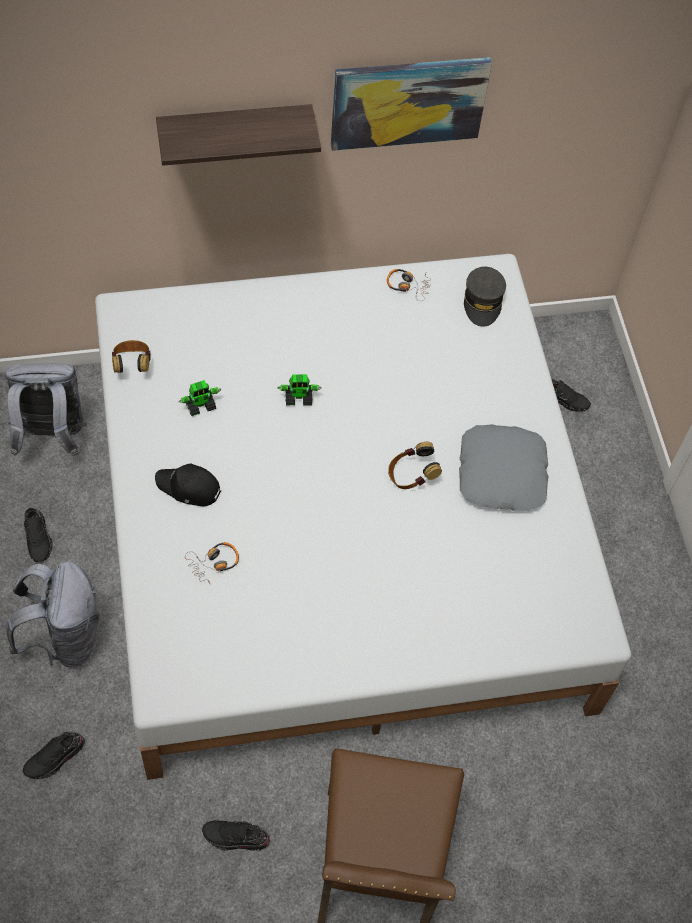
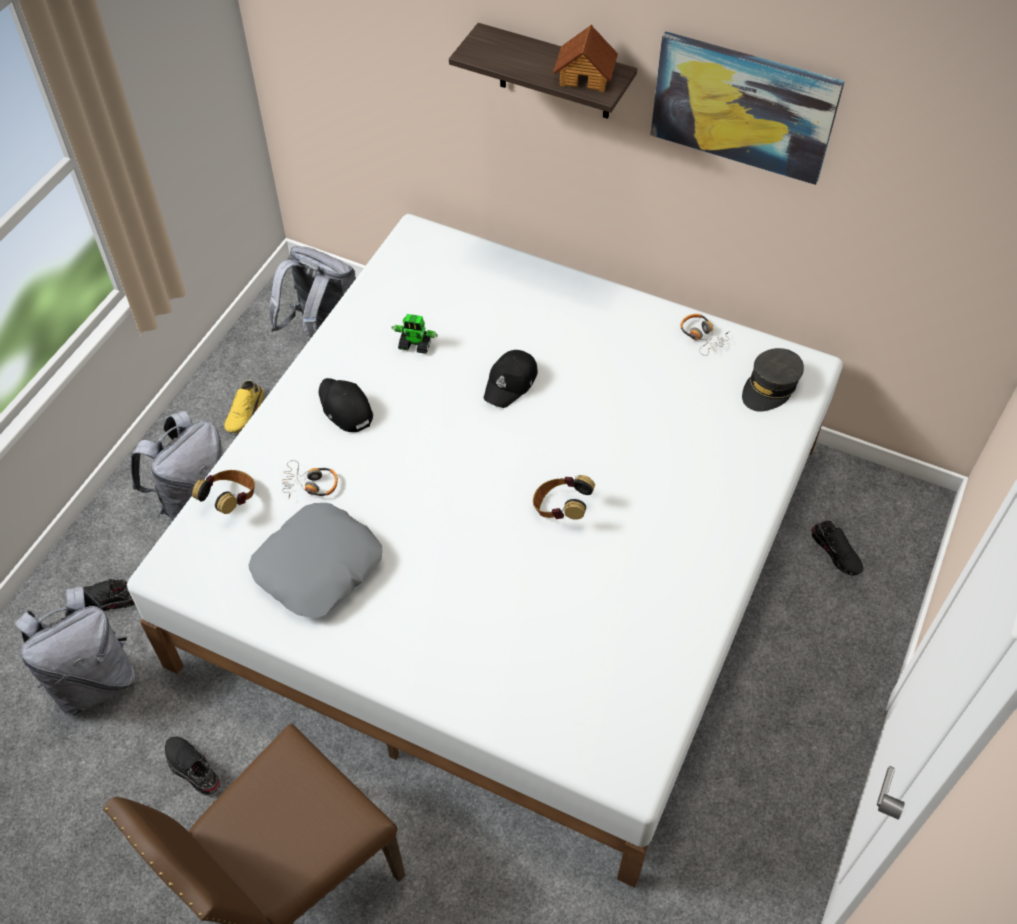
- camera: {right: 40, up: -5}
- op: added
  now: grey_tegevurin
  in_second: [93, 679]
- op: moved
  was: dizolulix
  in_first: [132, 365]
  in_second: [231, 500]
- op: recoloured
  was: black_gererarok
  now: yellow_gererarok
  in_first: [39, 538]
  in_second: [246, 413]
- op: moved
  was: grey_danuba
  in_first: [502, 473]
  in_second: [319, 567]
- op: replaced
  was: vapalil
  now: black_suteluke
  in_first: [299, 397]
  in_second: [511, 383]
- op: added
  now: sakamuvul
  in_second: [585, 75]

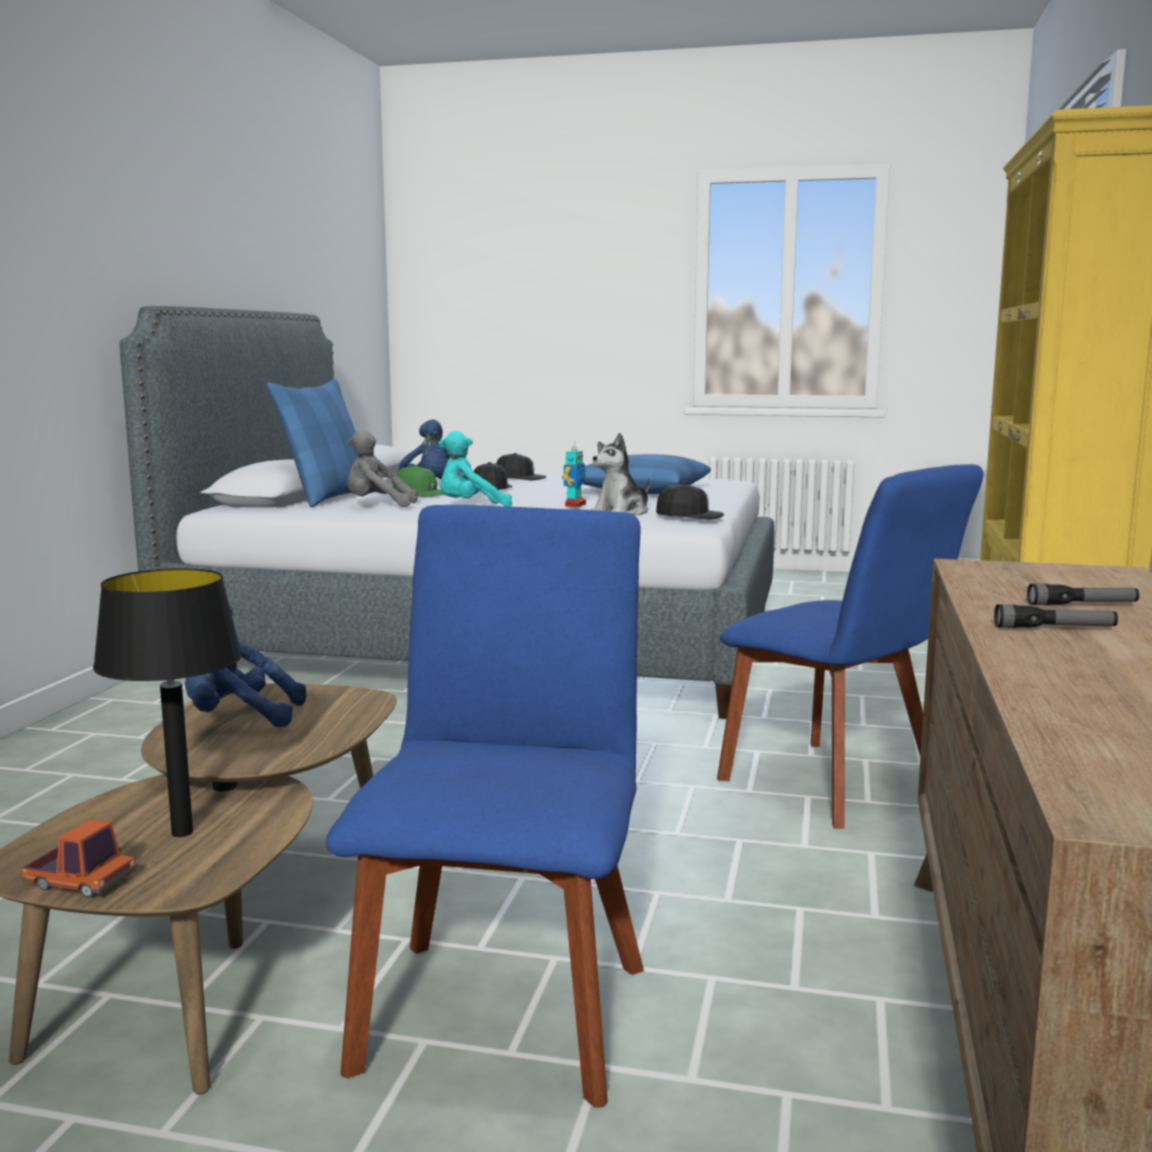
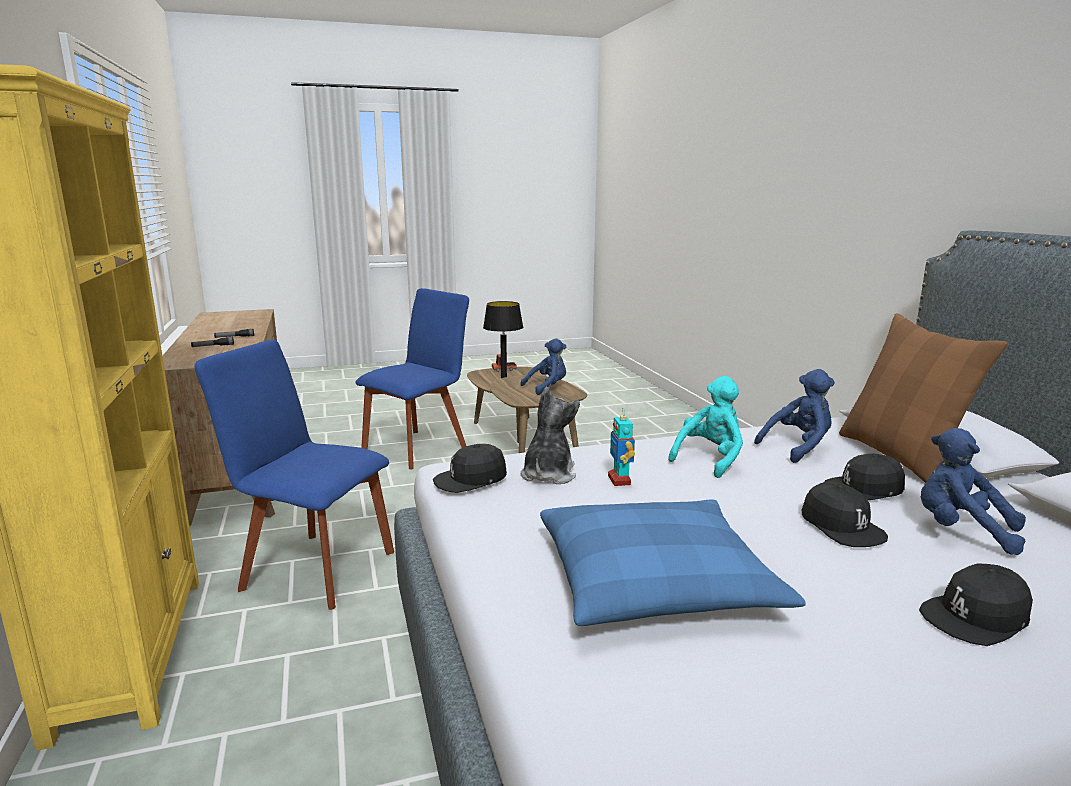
- camera: {right: 150, up: 5}
- op: turned
  was: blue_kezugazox
  in_first: [504, 1007]
  in_second: [418, 448]
  clockwise: -120
- op: recoloured
  was: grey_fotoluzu
  now: blue_fotoluzu
  in_first: [377, 506]
  in_second: [798, 448]
- op: recoloured
  was: green_suteluke
  now: black_suteluke
  in_first: [420, 493]
  in_second: [864, 489]
- op: recoloured
  was: blue_danuba
  now: brown_danuba
  in_first: [329, 498]
  in_second: [900, 457]

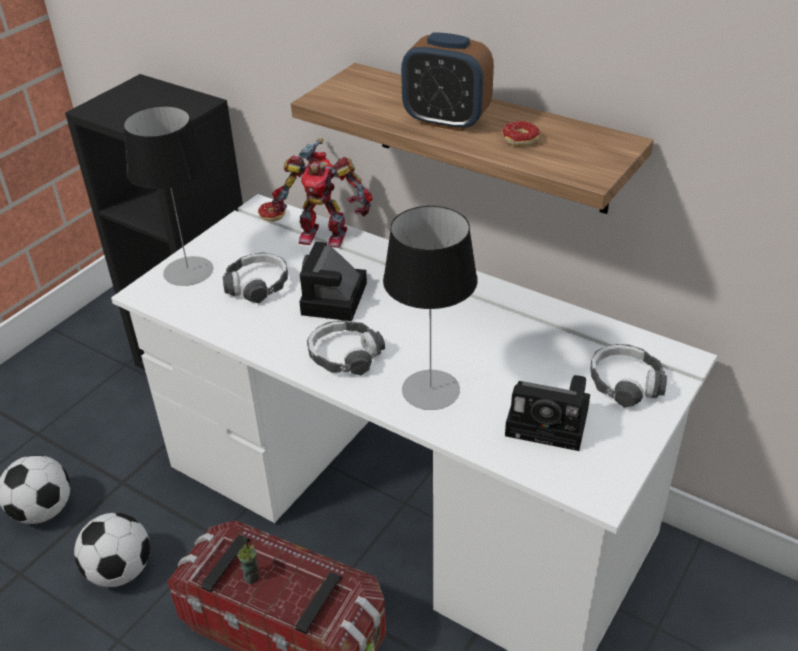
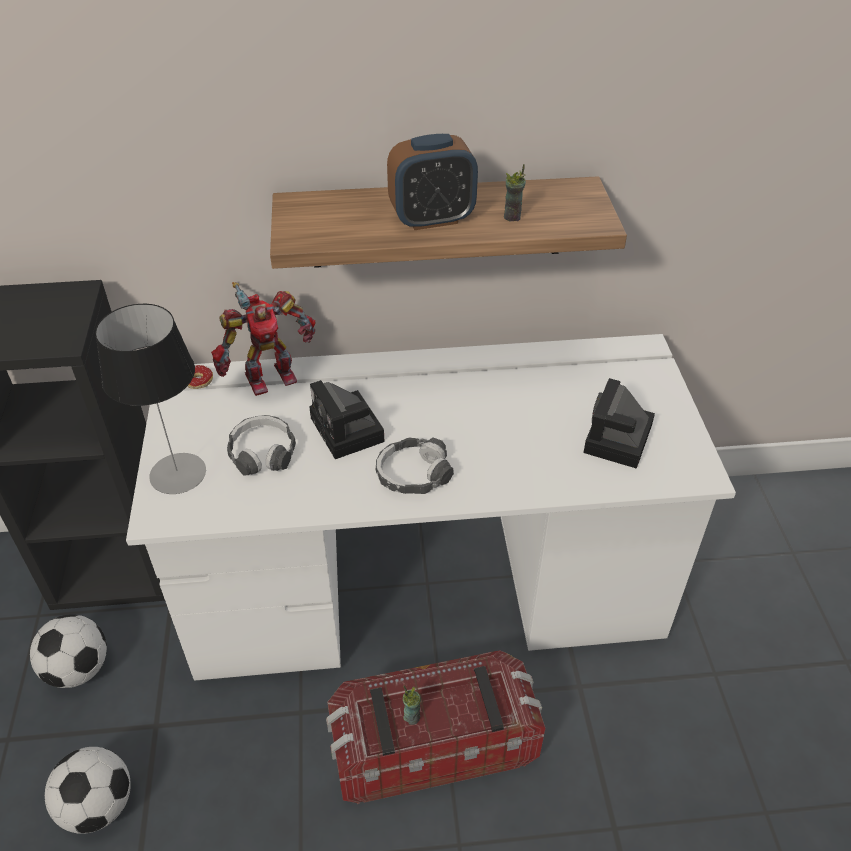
- camera: {right: -40, up: 5}
- op: moved
  was: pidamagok
  in_first: [120, 571]
  in_second: [78, 669]
- op: replaced
  was: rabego
  now: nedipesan
  in_first: [517, 143]
  in_second: [512, 217]
- op: turned
  was: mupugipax
  in_first: [551, 422]
  in_second: [618, 441]
  clockwise: 135
- op: removed
  was: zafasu
  in_first: [430, 390]
- op: removed
  was: dizolulix
  in_first: [625, 383]

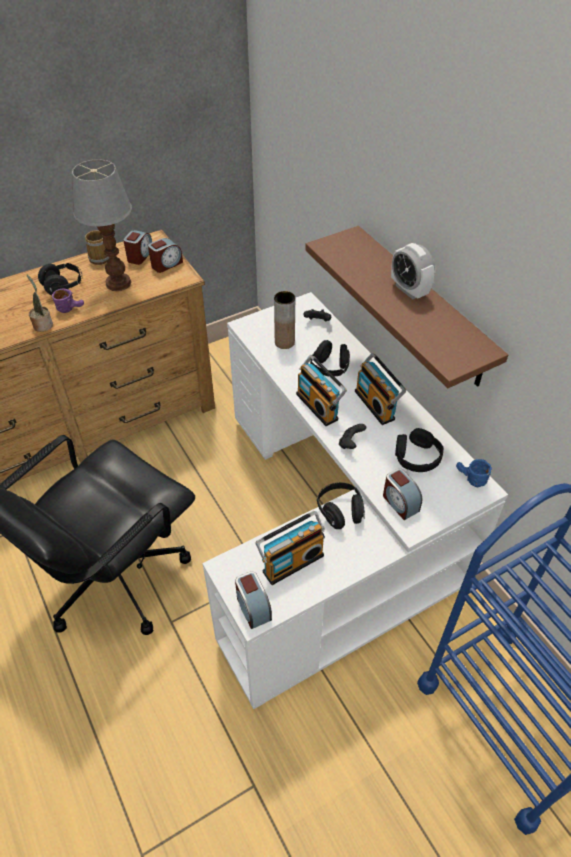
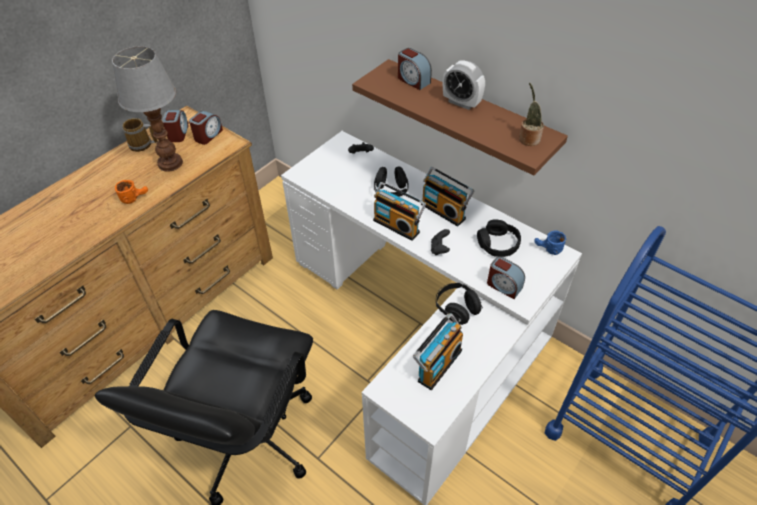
- camera: {right: -20, up: 0}
- op: recoloured
  was: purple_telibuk
  now: orange_telibuk
  in_first: [71, 308]
  in_second: [135, 197]
- op: moved
  was: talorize
  in_first: [253, 607]
  in_second: [413, 80]
- op: moved
  was: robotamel
  in_first: [43, 324]
  in_second: [528, 138]
- op: removed
  was: black_dizolulix
  in_first: [64, 287]
- op: removed
  was: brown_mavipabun
  in_first: [284, 342]

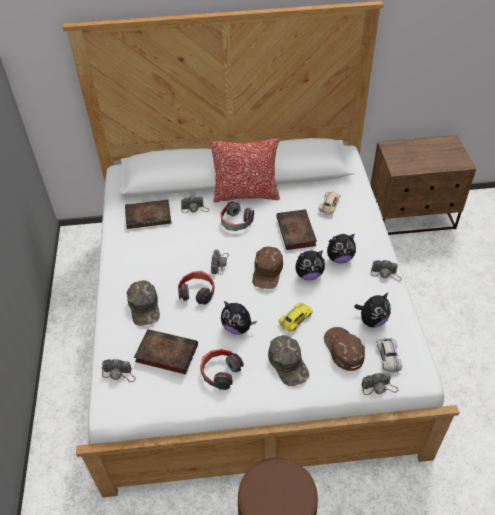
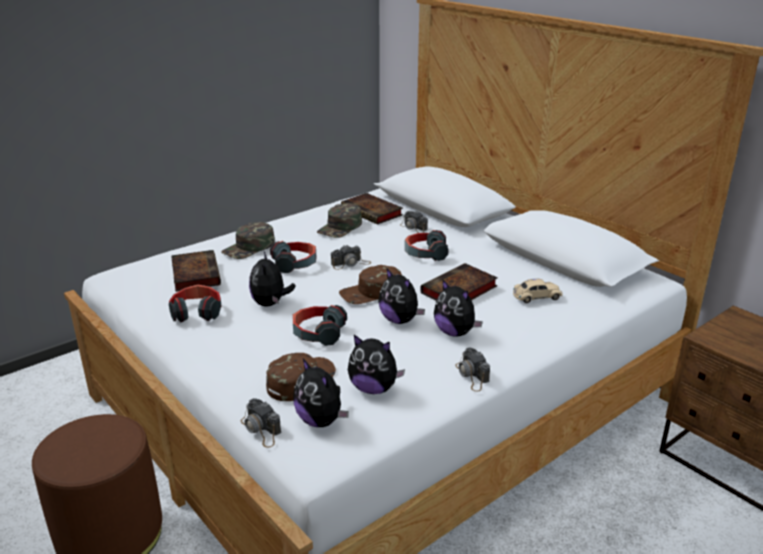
- camera: {right: 55, up: -20}
- op: replaced
  was: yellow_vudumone
  now: dizolulix
  in_first: [295, 319]
  in_second: [318, 333]
- op: replaced
  was: white_vudumone
  now: fotoluzu
  in_first: [388, 357]
  in_second: [321, 420]
- op: moved
  was: green_suteluke
  in_first: [288, 363]
  in_second: [340, 227]
- op: removed
  was: mupugipax
  in_first: [119, 374]
- op: removed
  was: danuba
  in_first: [246, 194]

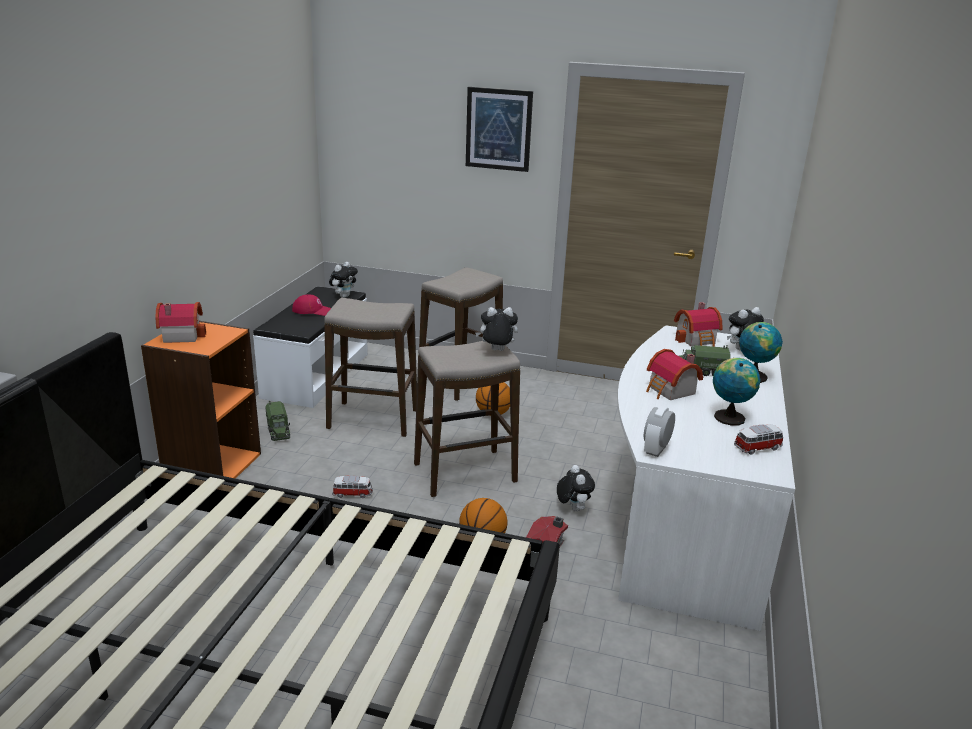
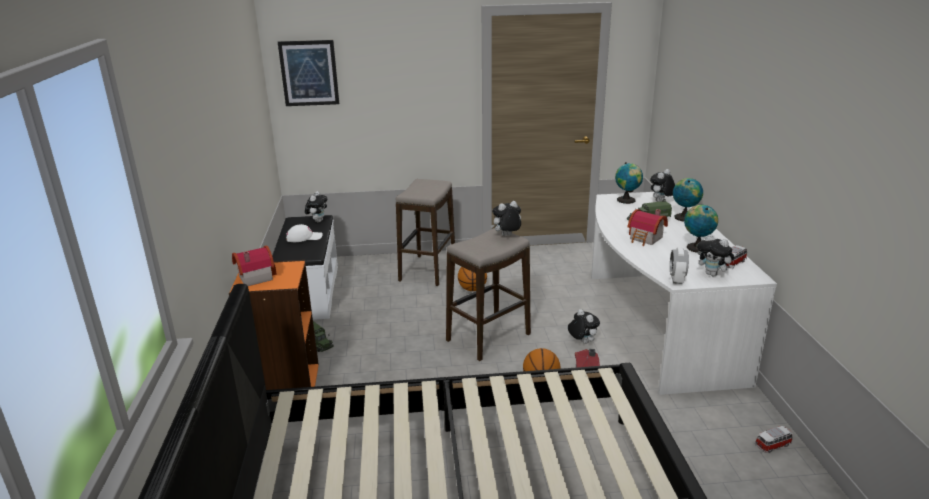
- camera: {right: -20, up: 0}
- op: moved
  was: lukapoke
  in_first: [498, 129]
  in_second: [309, 73]
- op: recoloured
  was: red_suteluke
  now: white_suteluke
  in_first: [313, 311]
  in_second: [304, 237]
- op: replaced
  was: sakamuvul
  now: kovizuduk
  in_first: [697, 340]
  in_second: [627, 200]
- op: added
  now: fotoluzu
  in_second: [713, 274]
- op: moved
  was: vudumone
  in_first: [353, 494]
  in_second: [773, 445]
- op: removed
  was: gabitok
  in_first: [373, 419]

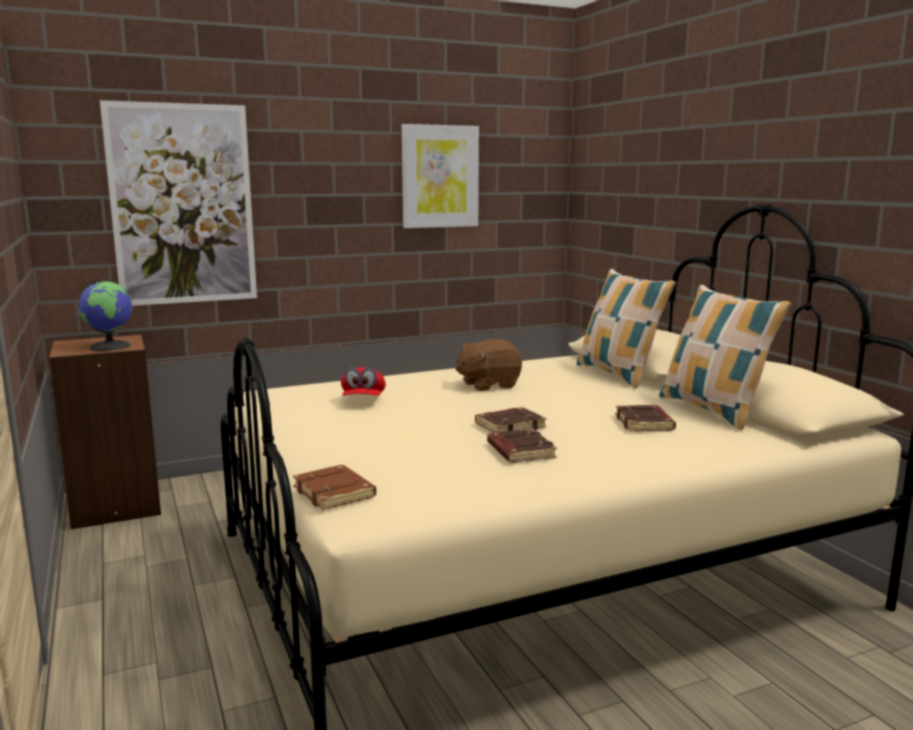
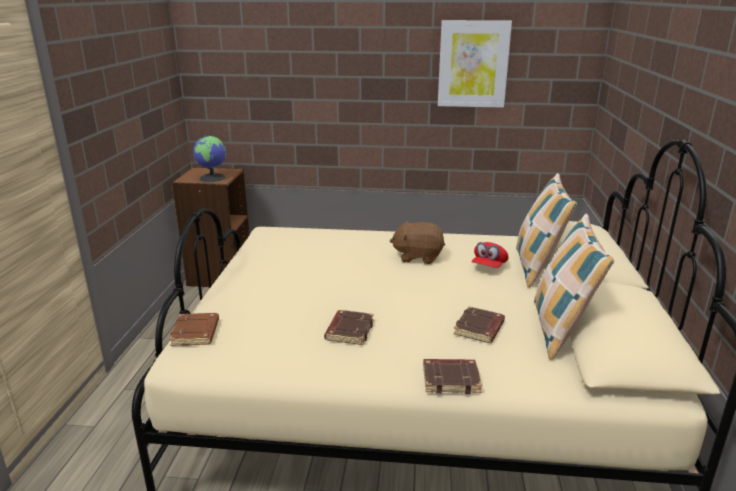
- camera: {right: 30, up: 10}
- op: moved
  was: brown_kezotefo
  in_first: [510, 426]
  in_second: [451, 379]
- op: moved
  was: red_suteluke
  in_first: [363, 401]
  in_second: [489, 266]
- op: removed
  was: lukapoke
  in_first: [183, 205]

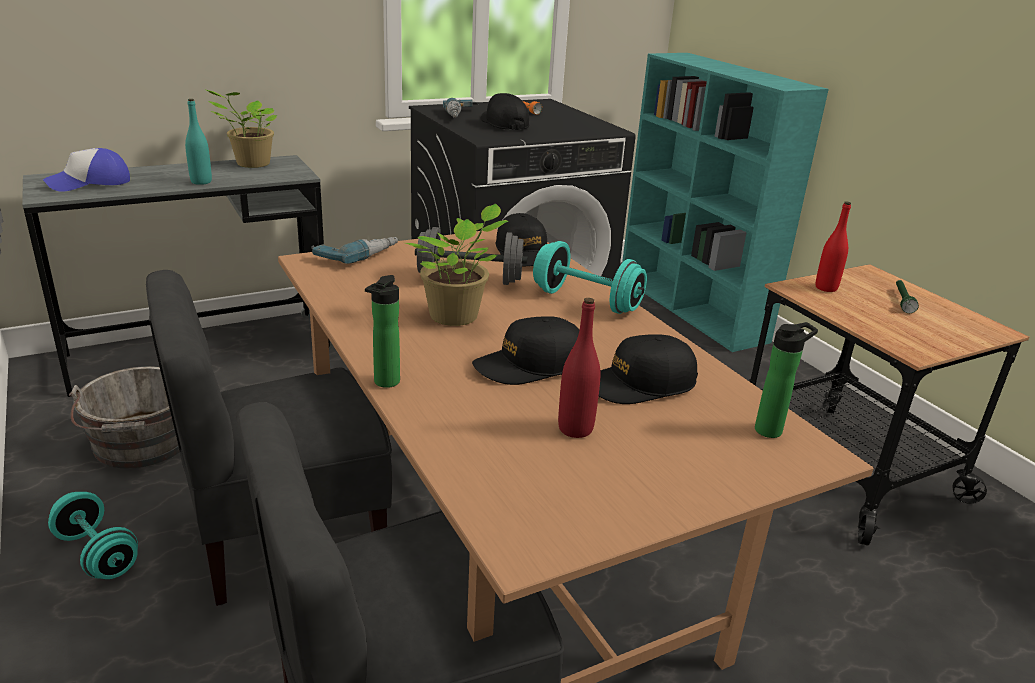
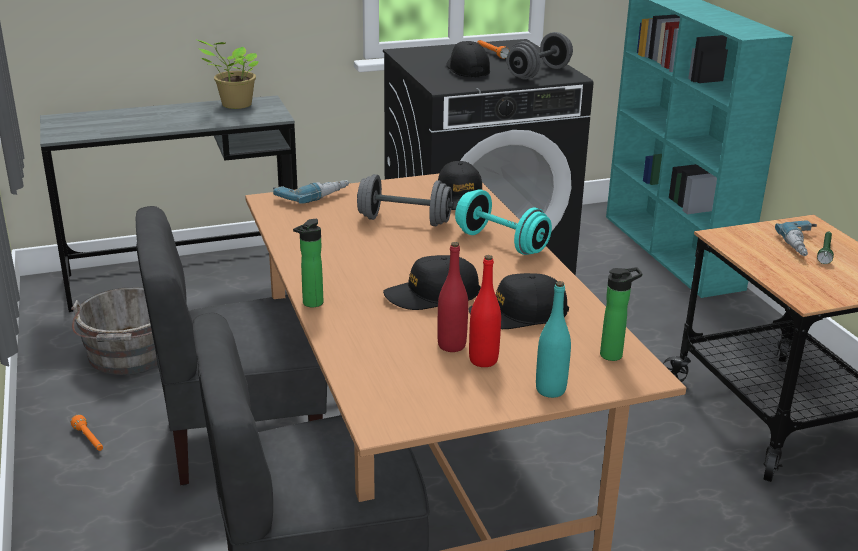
- camera: {right: 10, up: 0}
- op: replaced
  was: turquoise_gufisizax
  now: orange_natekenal
  in_first: [97, 554]
  in_second: [89, 440]
- op: moved
  was: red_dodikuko
  in_first: [826, 288]
  in_second: [483, 360]
- op: added
  now: grey_gufisizax
  in_second: [539, 73]
- op: moved
  was: turquoise_dodikuko
  in_first: [201, 182]
  in_second: [550, 390]
- op: moved
  was: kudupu
  in_first: [463, 116]
  in_second: [804, 246]
- op: removed
  was: suteluke
  in_first: [90, 183]
- op: removed
  was: robotamel
  in_first: [457, 317]

